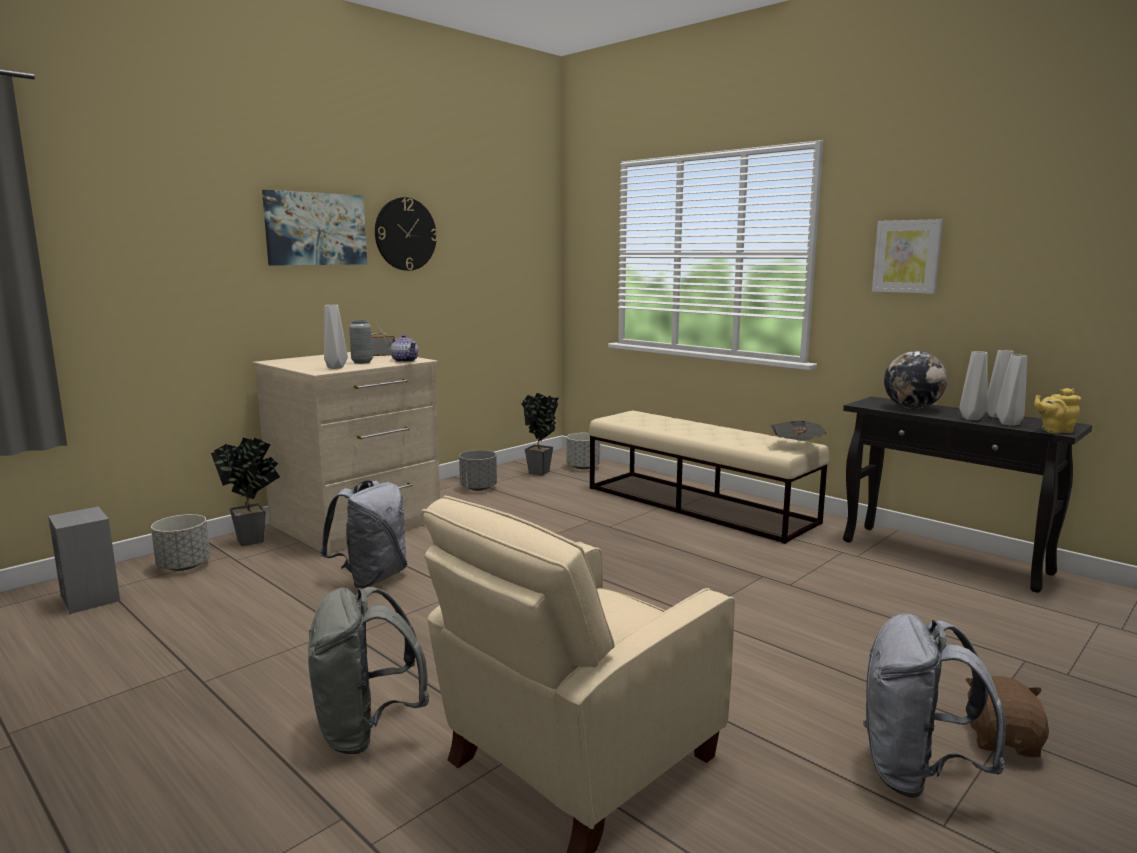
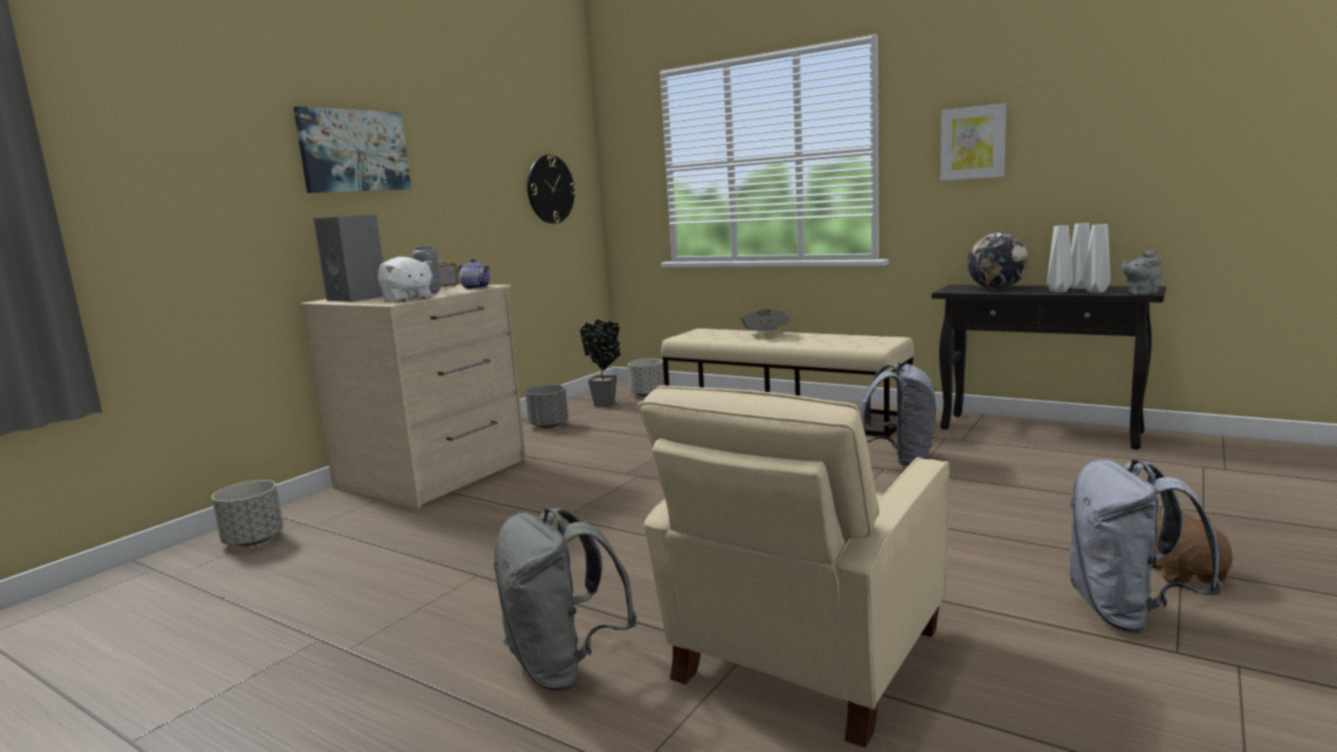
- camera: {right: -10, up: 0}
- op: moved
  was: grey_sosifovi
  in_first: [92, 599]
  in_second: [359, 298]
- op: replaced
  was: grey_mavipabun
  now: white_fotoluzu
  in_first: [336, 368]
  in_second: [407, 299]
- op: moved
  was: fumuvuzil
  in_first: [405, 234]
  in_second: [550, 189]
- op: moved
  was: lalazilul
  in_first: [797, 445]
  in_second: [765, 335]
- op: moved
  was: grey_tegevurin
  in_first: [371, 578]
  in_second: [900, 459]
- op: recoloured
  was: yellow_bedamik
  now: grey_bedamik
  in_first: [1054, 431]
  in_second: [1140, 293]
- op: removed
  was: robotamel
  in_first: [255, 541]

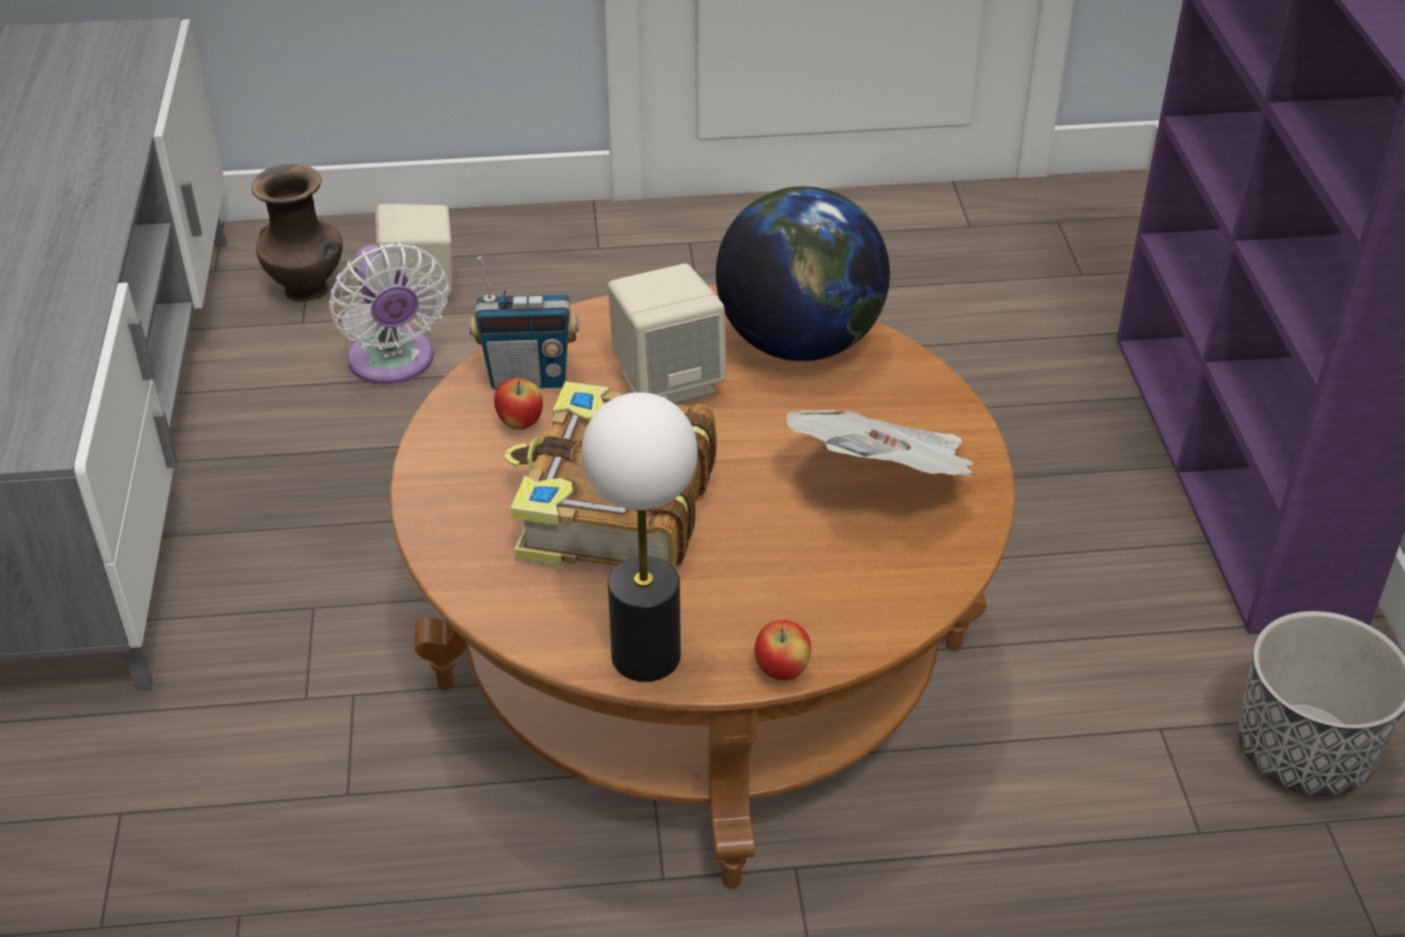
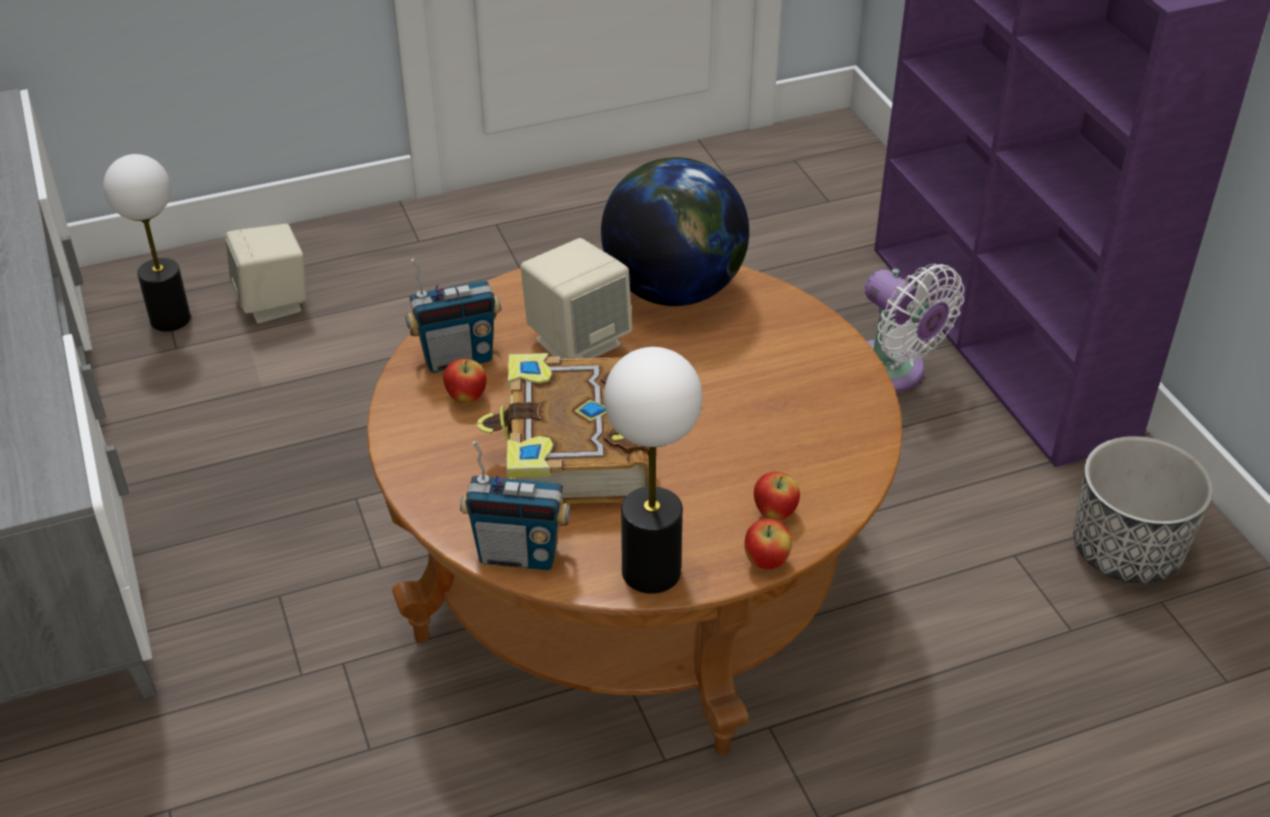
- camera: {right: -15, up: 0}
- op: replaced
  was: brown_mavipabun
  now: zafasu
  in_first: [308, 290]
  in_second: [171, 319]
- op: added
  now: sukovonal
  in_second: [518, 554]
- op: added
  now: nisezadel
  in_second: [774, 513]
- op: moved
  was: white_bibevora
  in_first: [393, 364]
  in_second: [892, 372]
- op: removed
  was: lalazilul
  in_first: [885, 479]

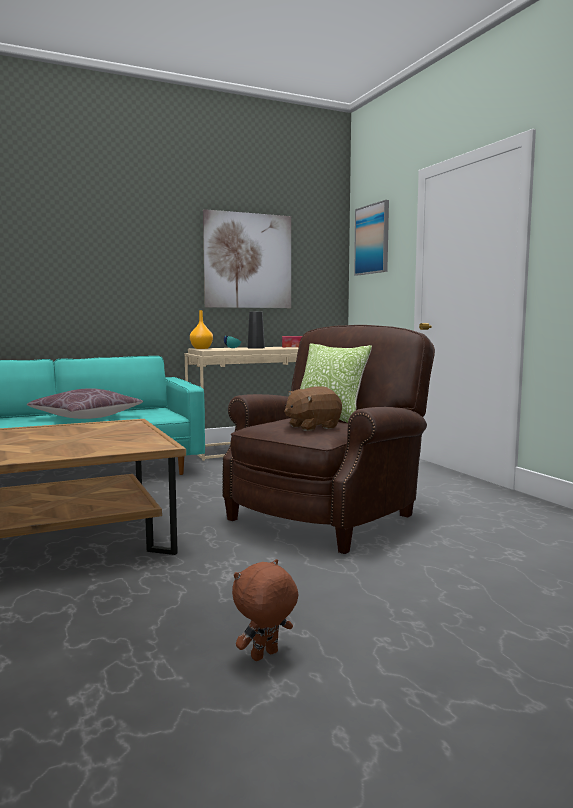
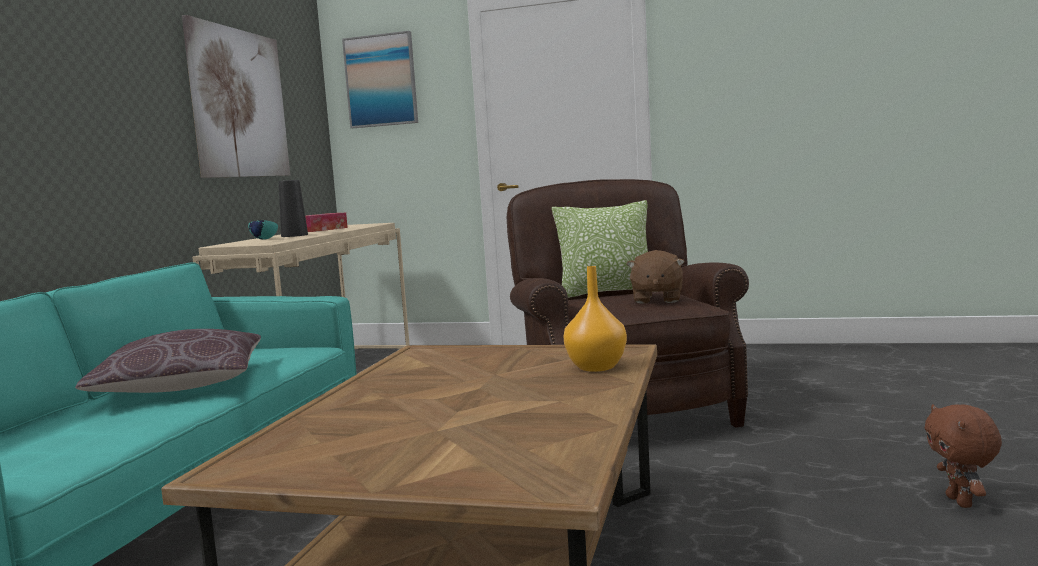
- camera: {right: -50, up: 0}
- op: moved
  was: orange_mavipabun
  in_first: [201, 348]
  in_second: [596, 367]

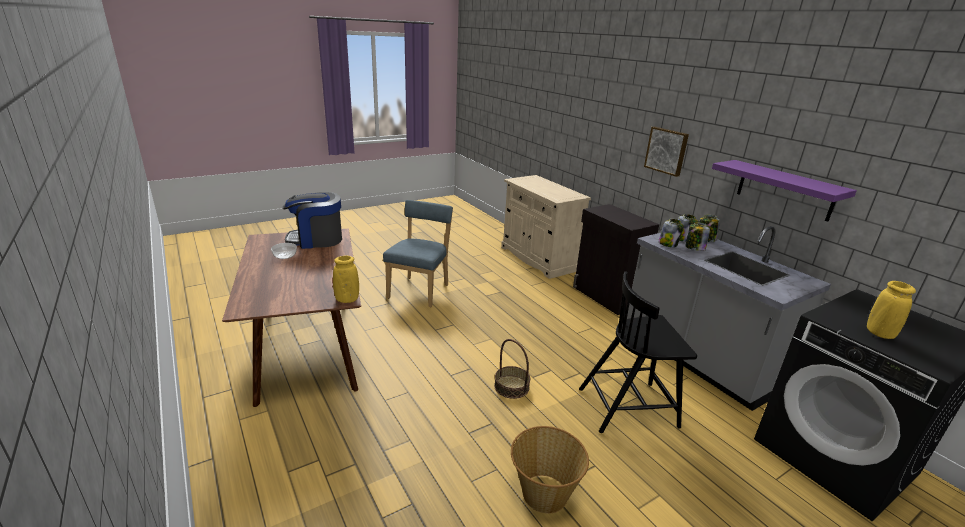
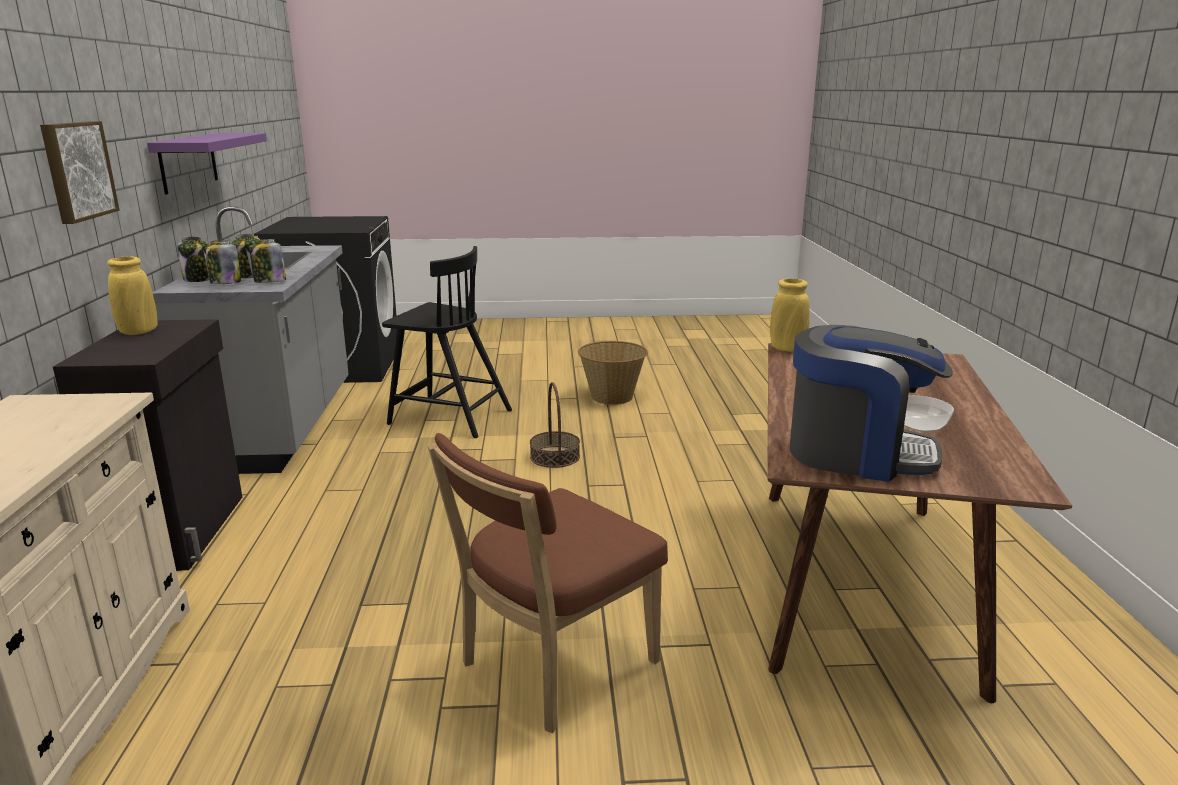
- camera: {right: -150, up: -5}
- op: moved
  was: yellow_mavipabun
  in_first: [879, 333]
  in_second: [138, 332]
- op: recoloured
  was: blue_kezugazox
  now: brown_kezugazox
  in_first: [420, 290]
  in_second: [552, 667]

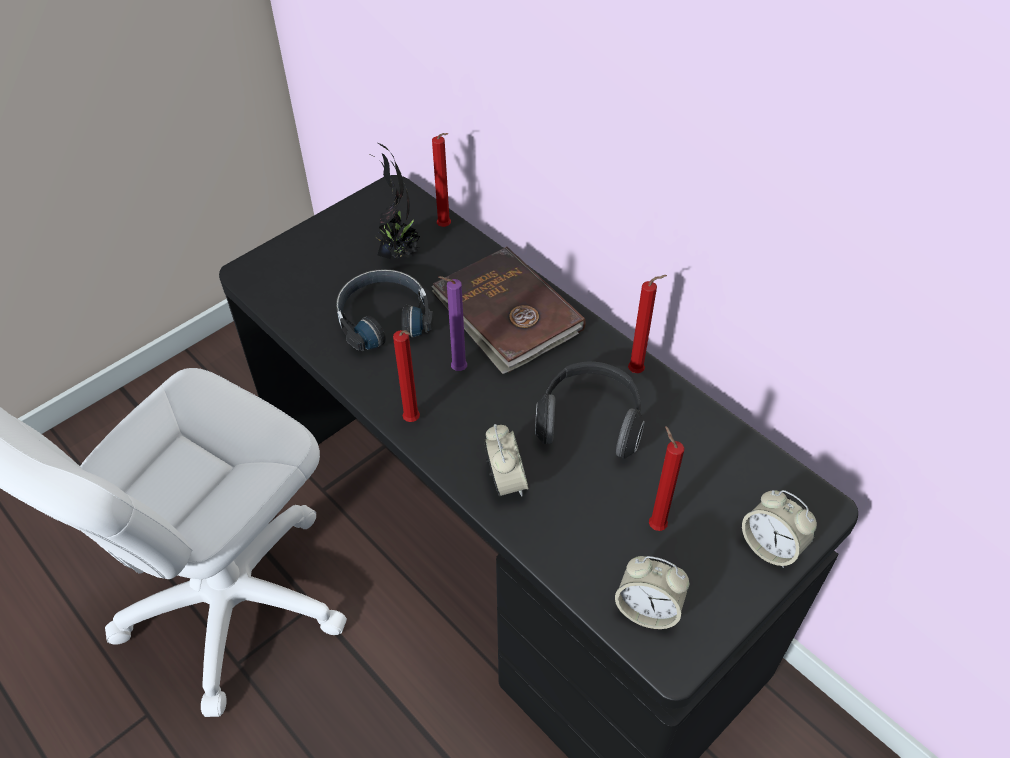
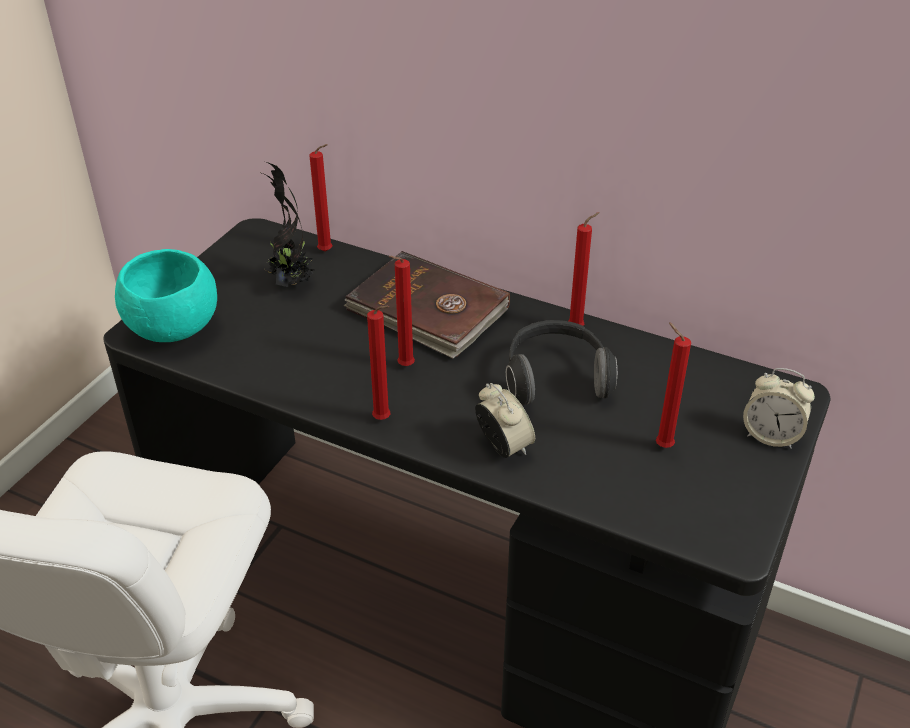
- camera: {right: -20, up: -10}
- op: added
  now: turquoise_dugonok
  in_second: [173, 330]
- op: recoloured
  was: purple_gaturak
  now: red_gaturak
  in_first: [456, 370]
  in_second: [403, 367]
- op: removed
  was: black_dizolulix
  in_first: [383, 317]
- op: removed
  was: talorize
  in_first: [647, 609]

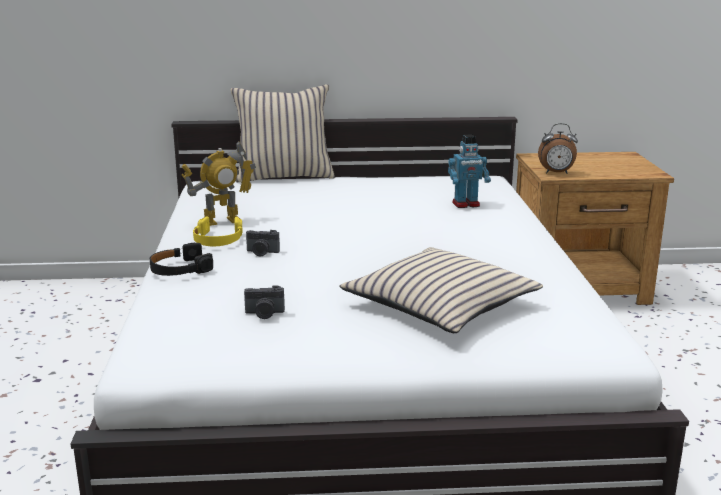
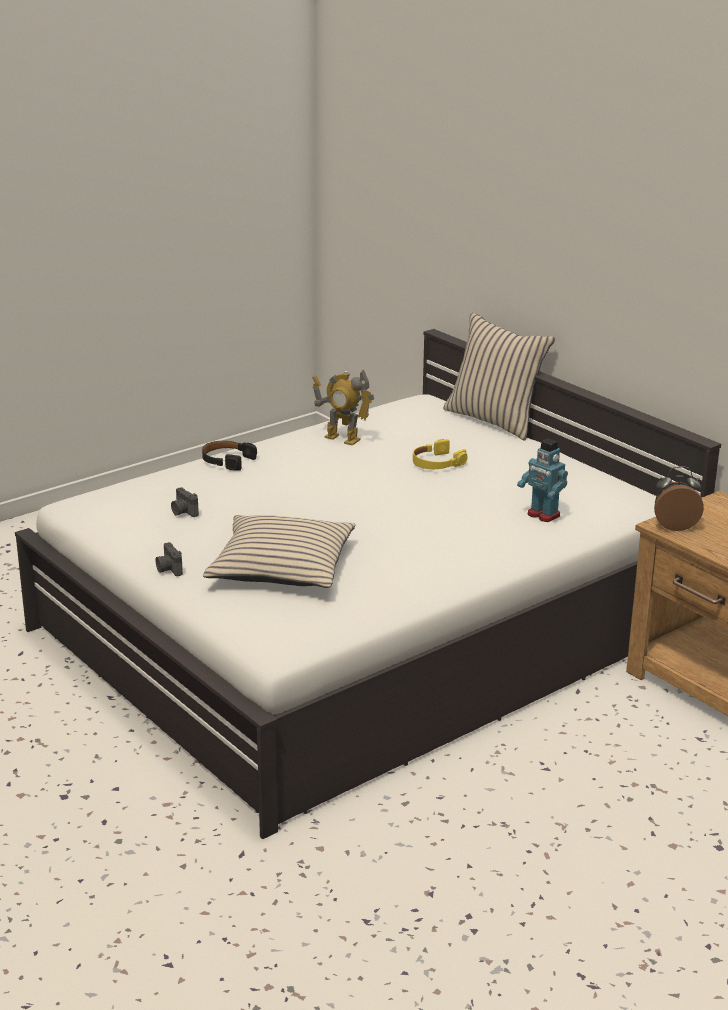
- camera: {right: 55, up: 5}
- op: moved
  was: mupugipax
  in_first: [262, 252]
  in_second: [168, 569]
- op: moved
  was: yellow_dizolulix
  in_first: [218, 240]
  in_second: [436, 463]
- op: turned
  was: talorize
  in_first: [556, 173]
  in_second: [674, 525]
  clockwise: 120

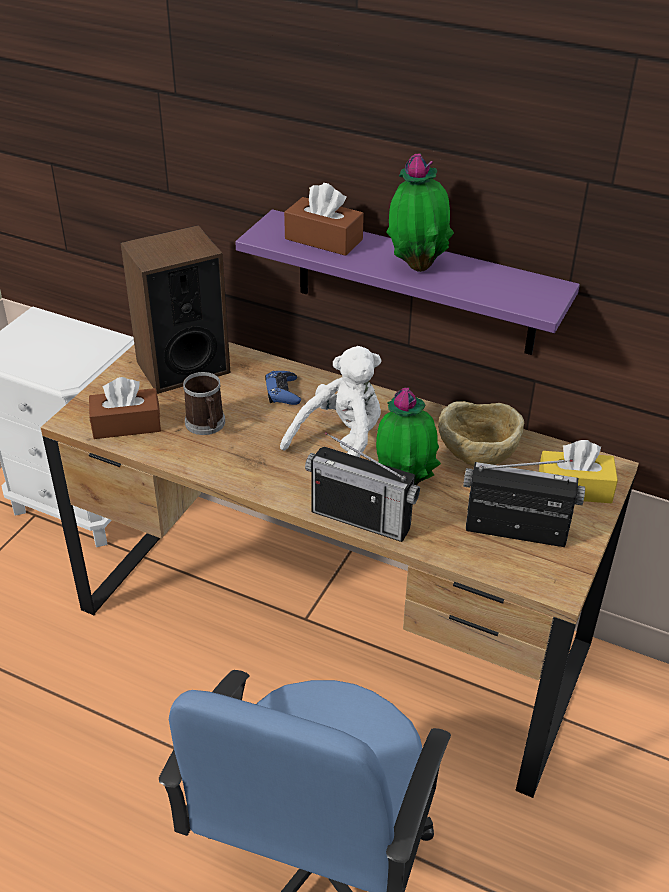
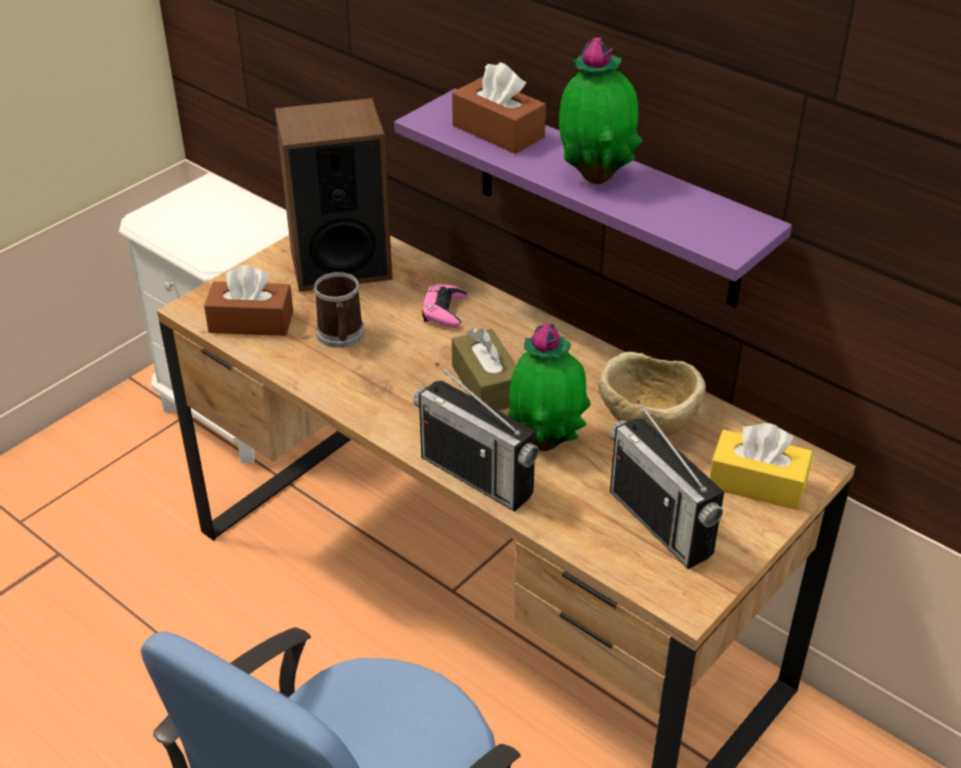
- camera: {right: 15, up: 0}
- op: recoloured
  was: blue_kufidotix
  now: pink_kufidotix
  in_first: [283, 392]
  in_second: [444, 311]
- op: replaced
  was: white_fotoluzu
  now: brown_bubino
  in_first: [340, 446]
  in_second: [486, 385]
- op: turned
  was: sukovonal
  in_first: [516, 531]
  in_second: [660, 523]
  clockwise: -150

